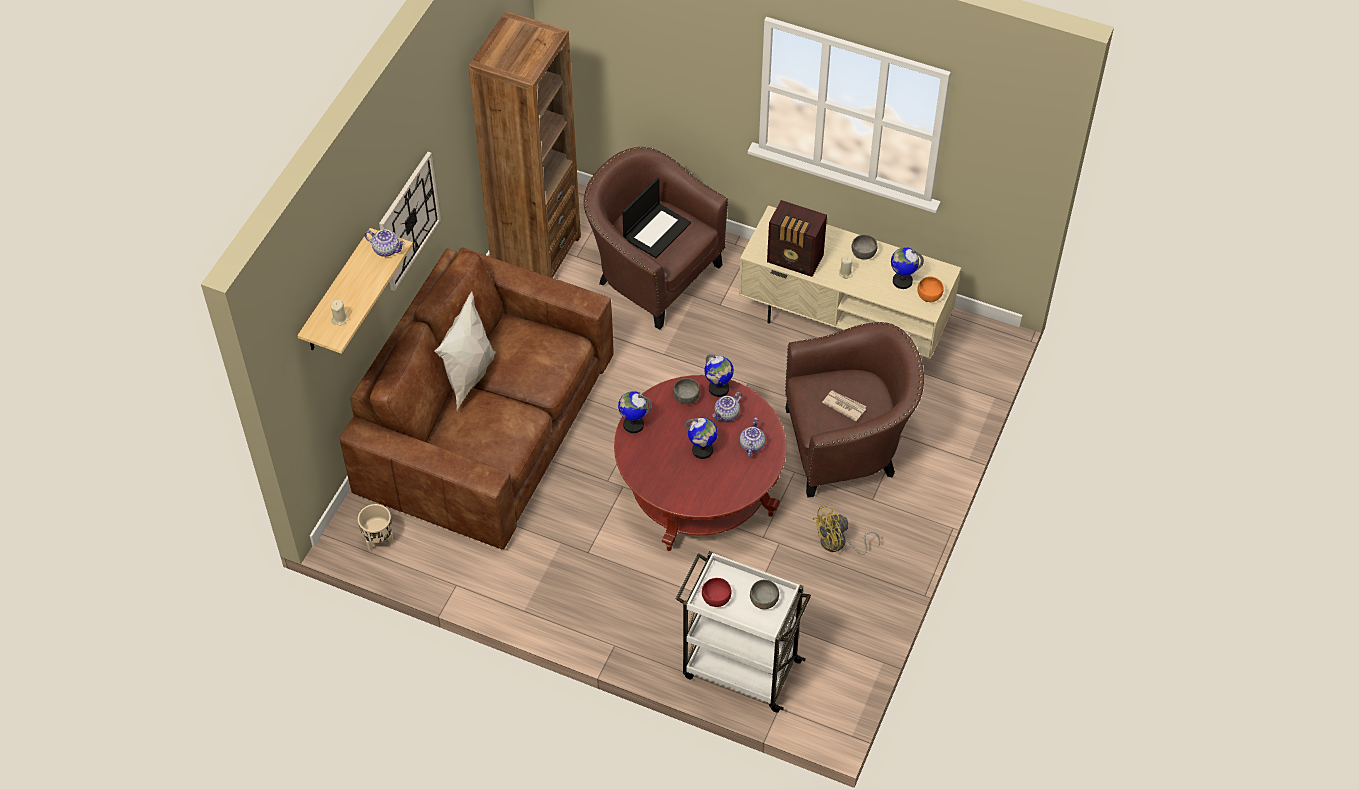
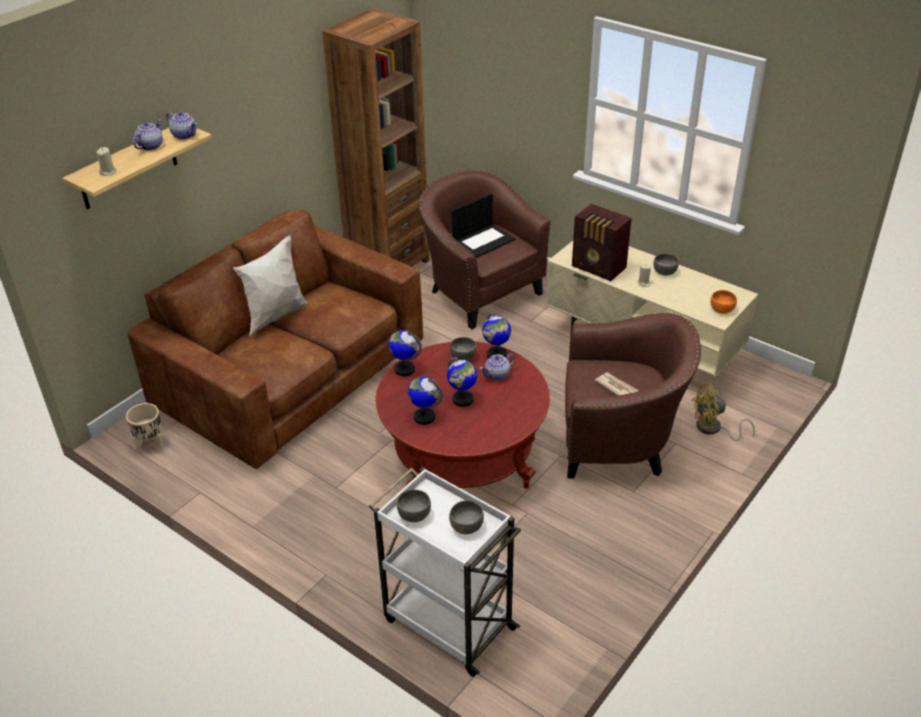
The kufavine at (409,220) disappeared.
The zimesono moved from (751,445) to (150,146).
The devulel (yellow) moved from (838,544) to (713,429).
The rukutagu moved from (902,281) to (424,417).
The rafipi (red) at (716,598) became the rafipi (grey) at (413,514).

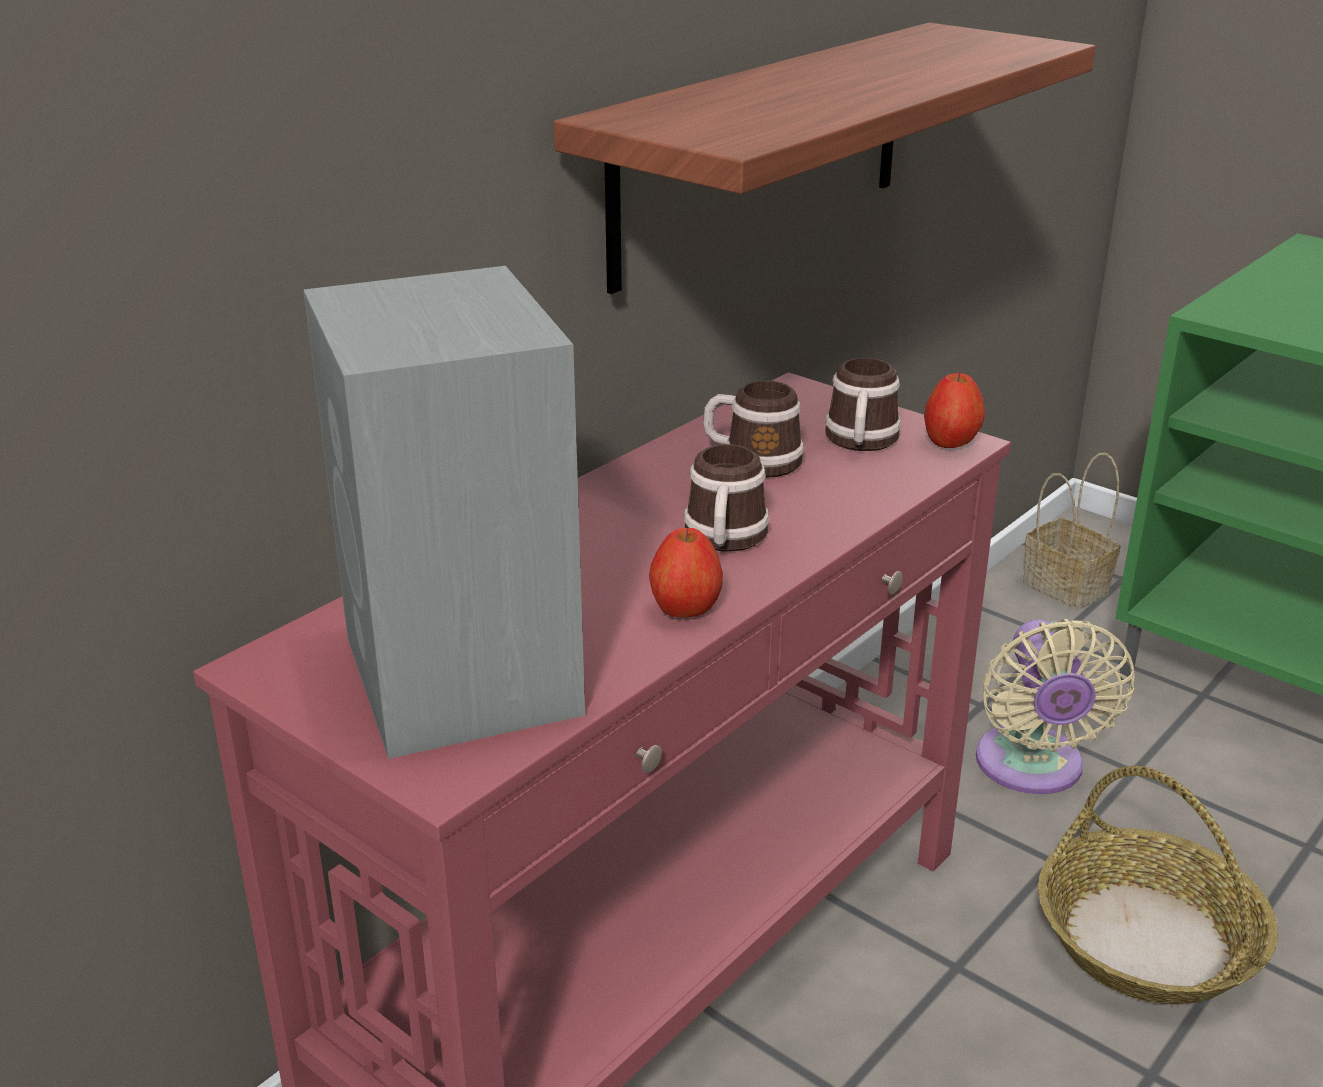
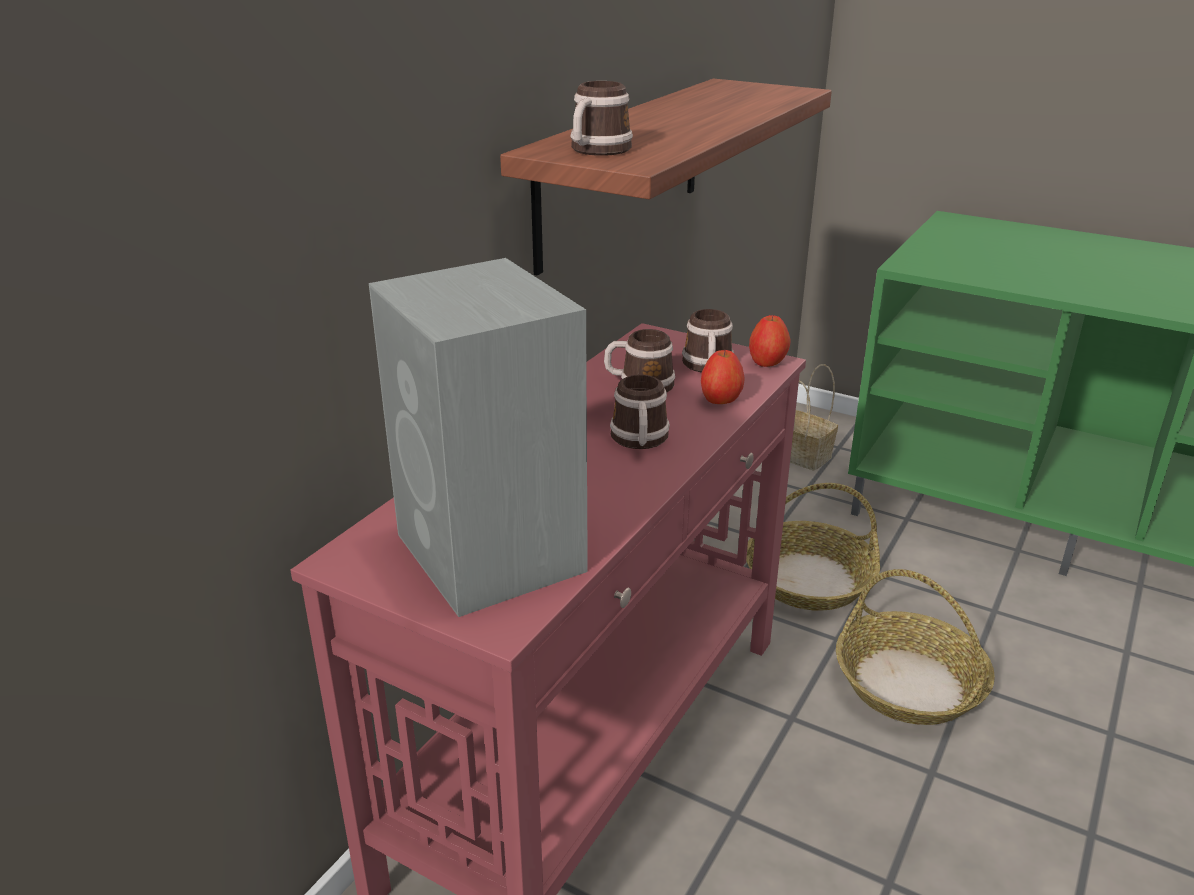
The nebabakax at (596,151) appeared.
The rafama moved from (685,611) to (720,401).
The devulel (beige) at (1031,769) was replaced by the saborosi at (809,579).

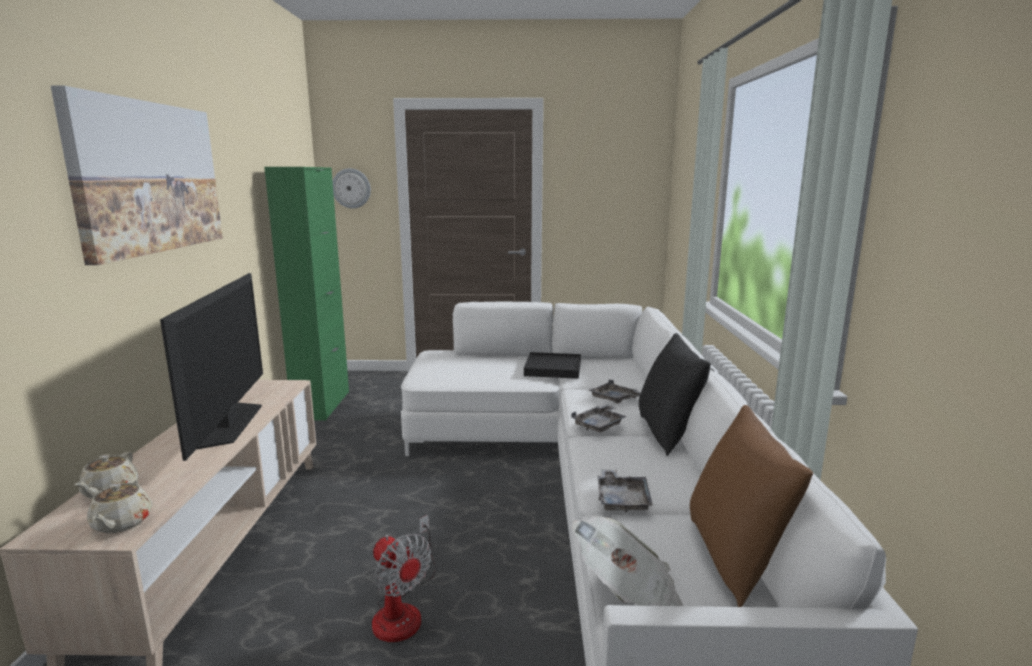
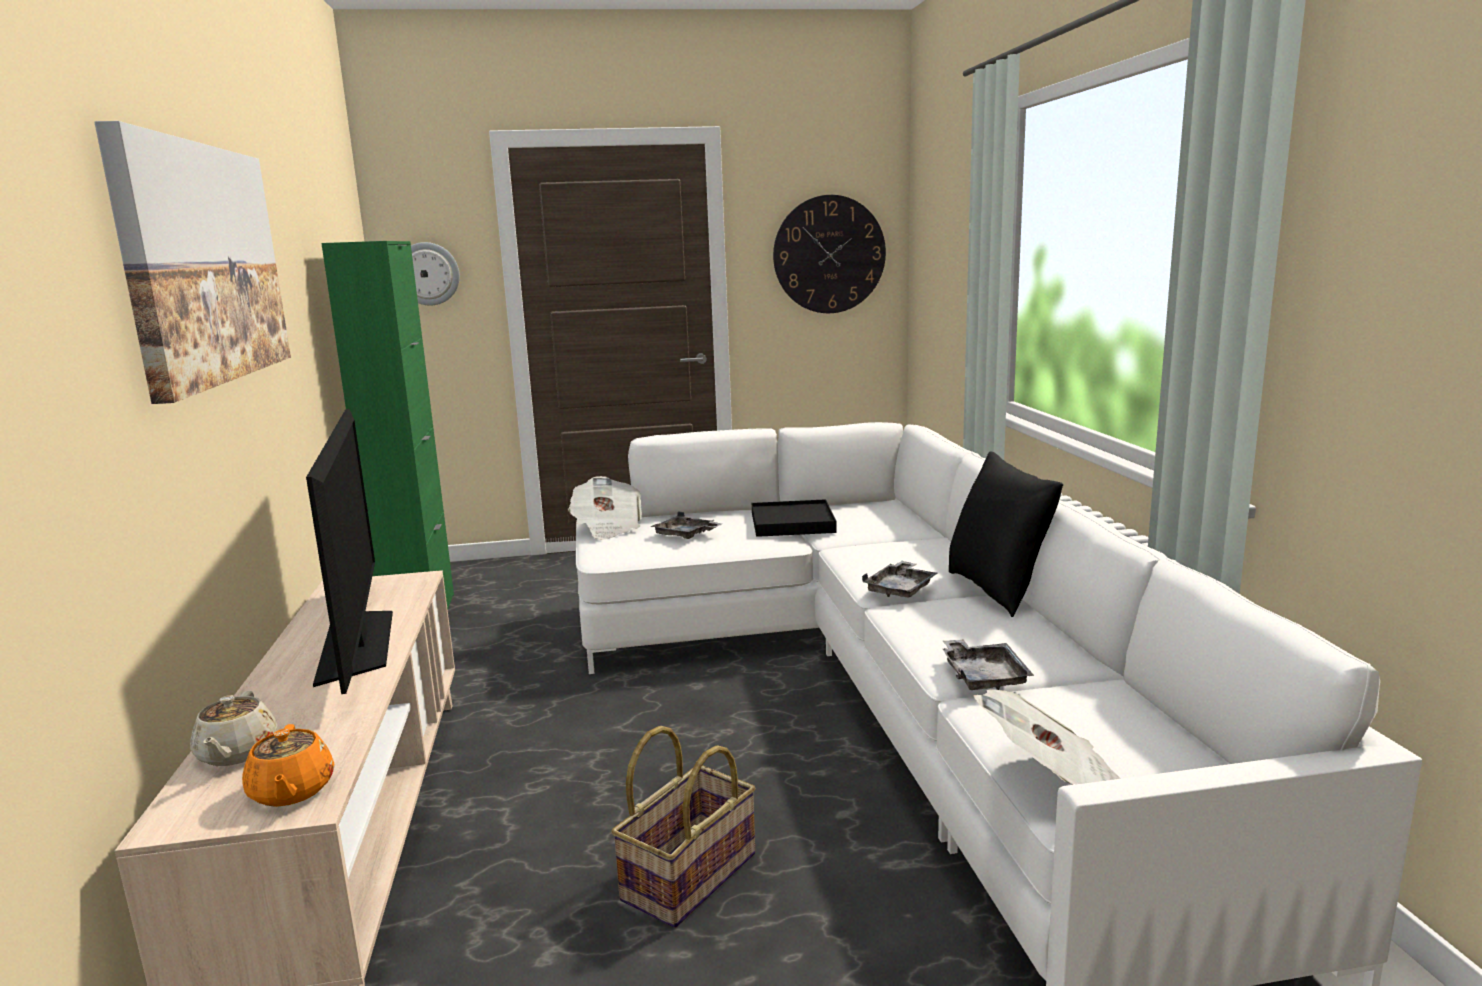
The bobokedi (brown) at (735,558) disappeared.
The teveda at (607,528) appeared.
The kufavine at (829,254) appeared.
The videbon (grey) moved from (614,399) to (686,535).
The devulel at (403,610) was replaced by the saborosi at (688,875).
The zimesono (beige) at (121,523) became the zimesono (orange) at (291,791).

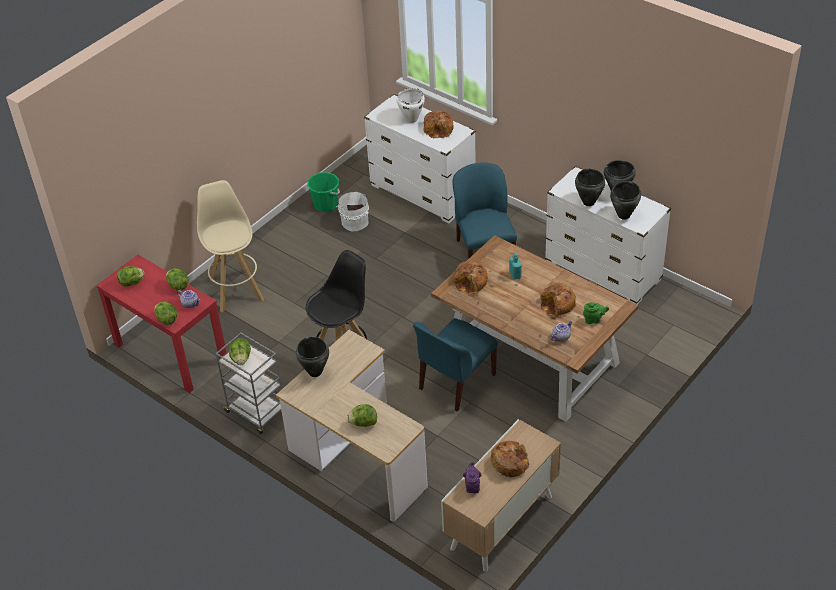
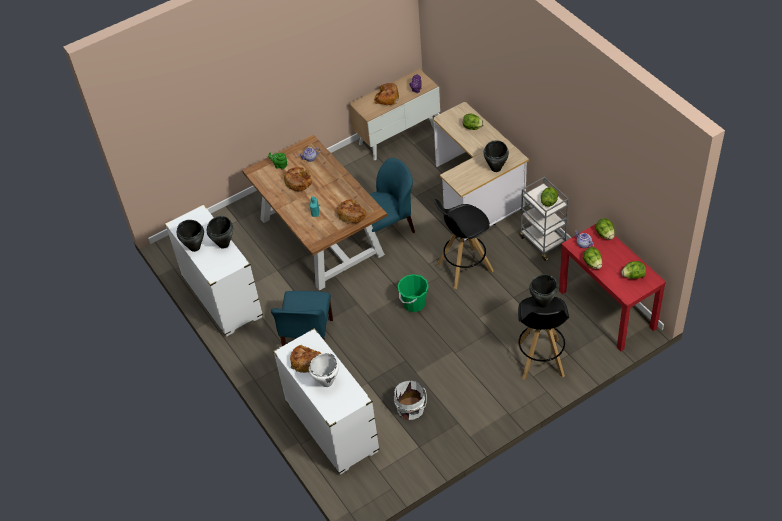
The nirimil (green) moved from (326,205) to (414,304).
The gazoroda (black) moved from (624,215) to (542,303).
The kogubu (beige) at (236,289) became the kogubu (black) at (540,359).

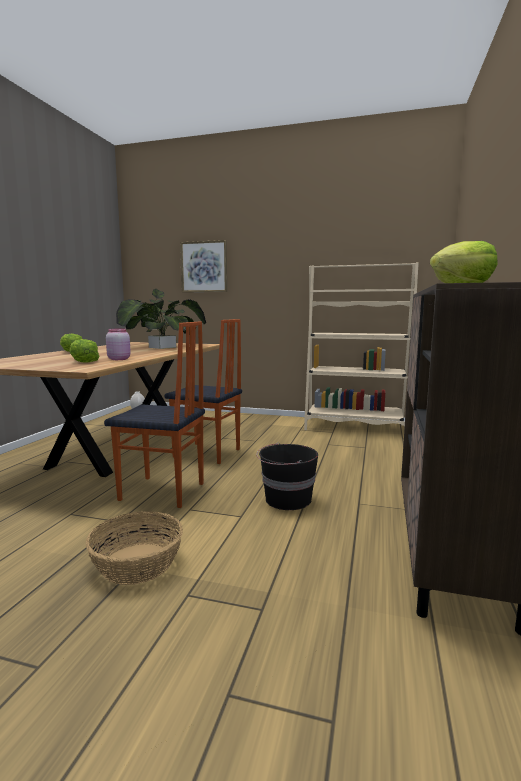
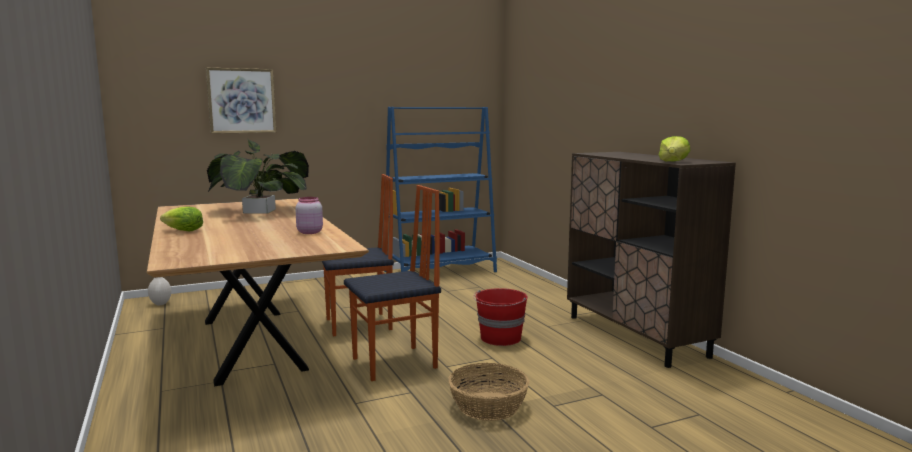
The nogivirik at (83,361) disappeared.
The nirimil (black) at (287,500) became the nirimil (red) at (500,338).
The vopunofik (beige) at (355,427) became the vopunofik (blue) at (440,272).

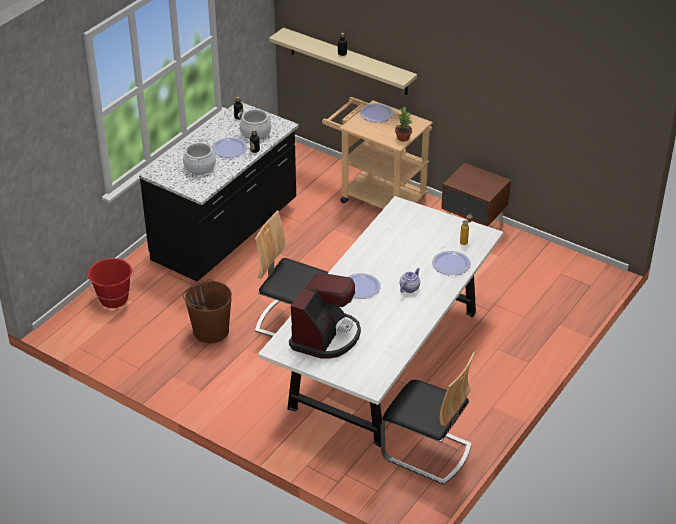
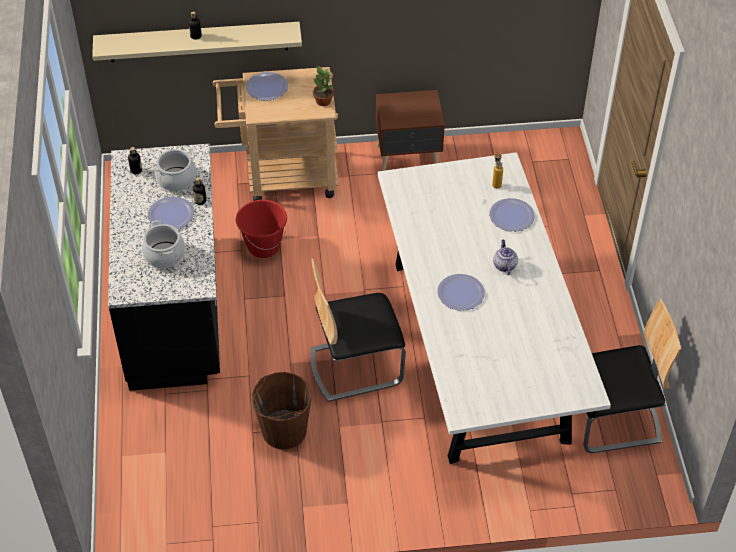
The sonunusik at (326,336) disappeared.
The nirimil (red) moved from (114,299) to (263,246).

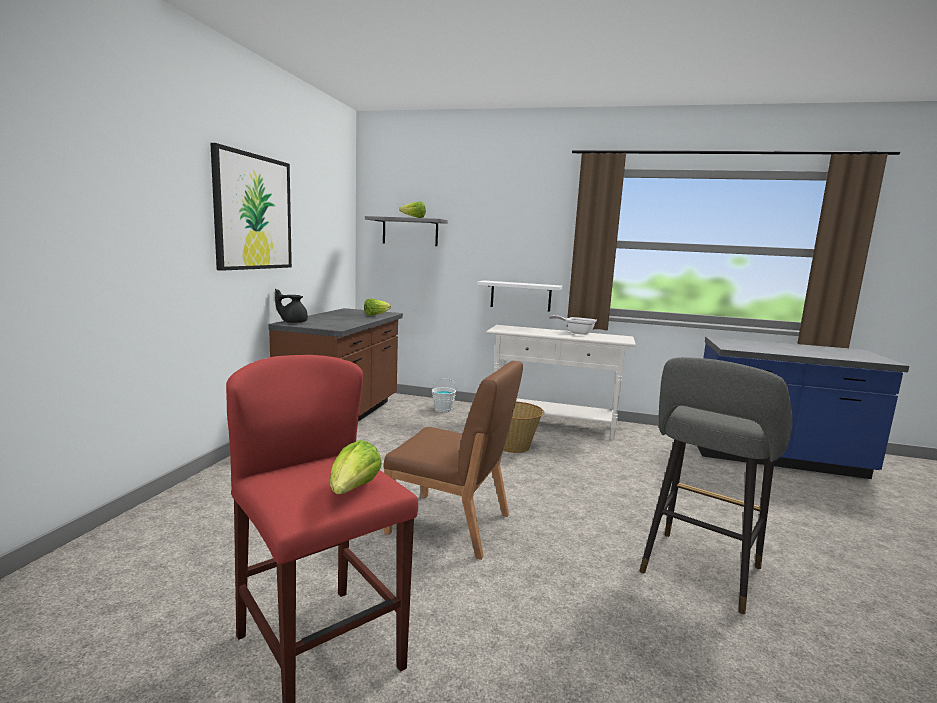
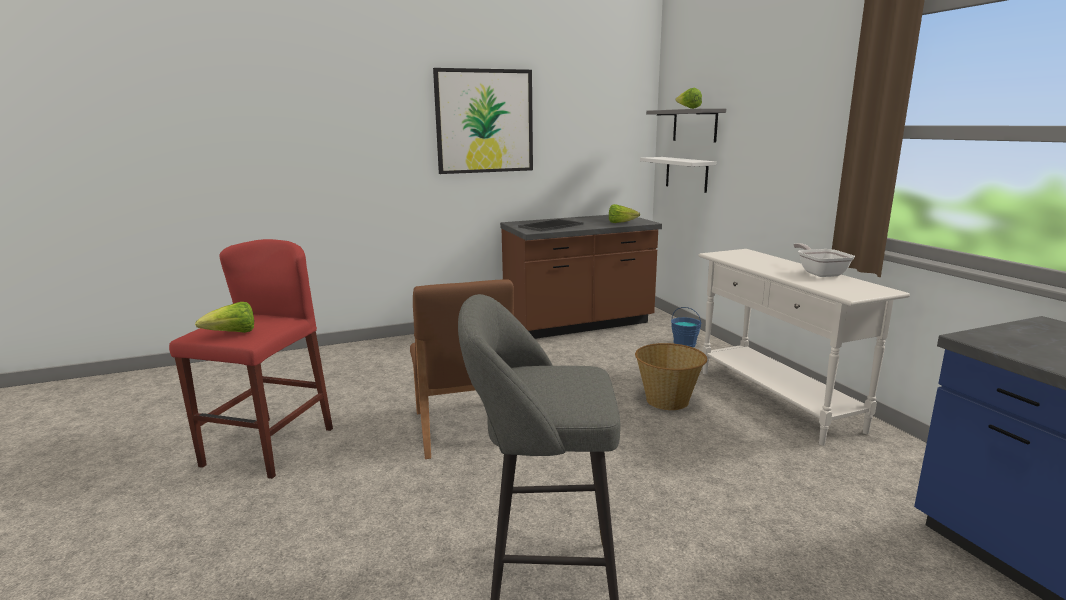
The zimesono (black) at (293,322) disappeared.
The videbon at (551,226) appeared.
The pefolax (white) moved from (520,296) to (686,174).
The nirimil (white) at (443,409) became the nirimil (blue) at (684,344).

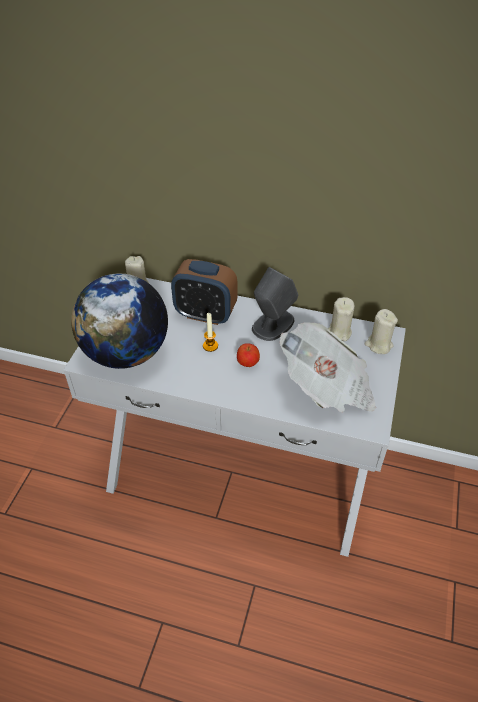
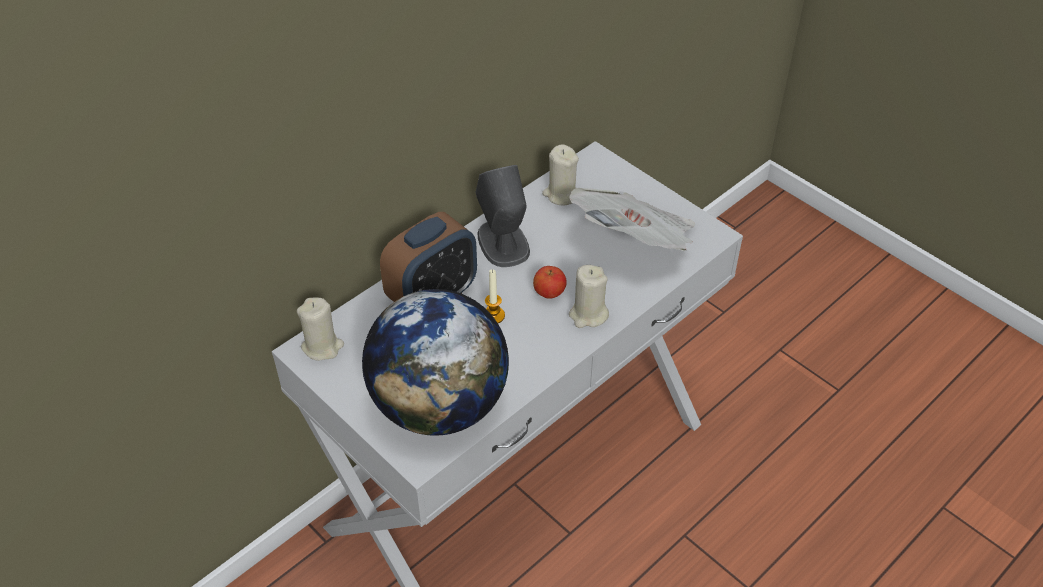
The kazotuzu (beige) moved from (378,345) to (588,315).

